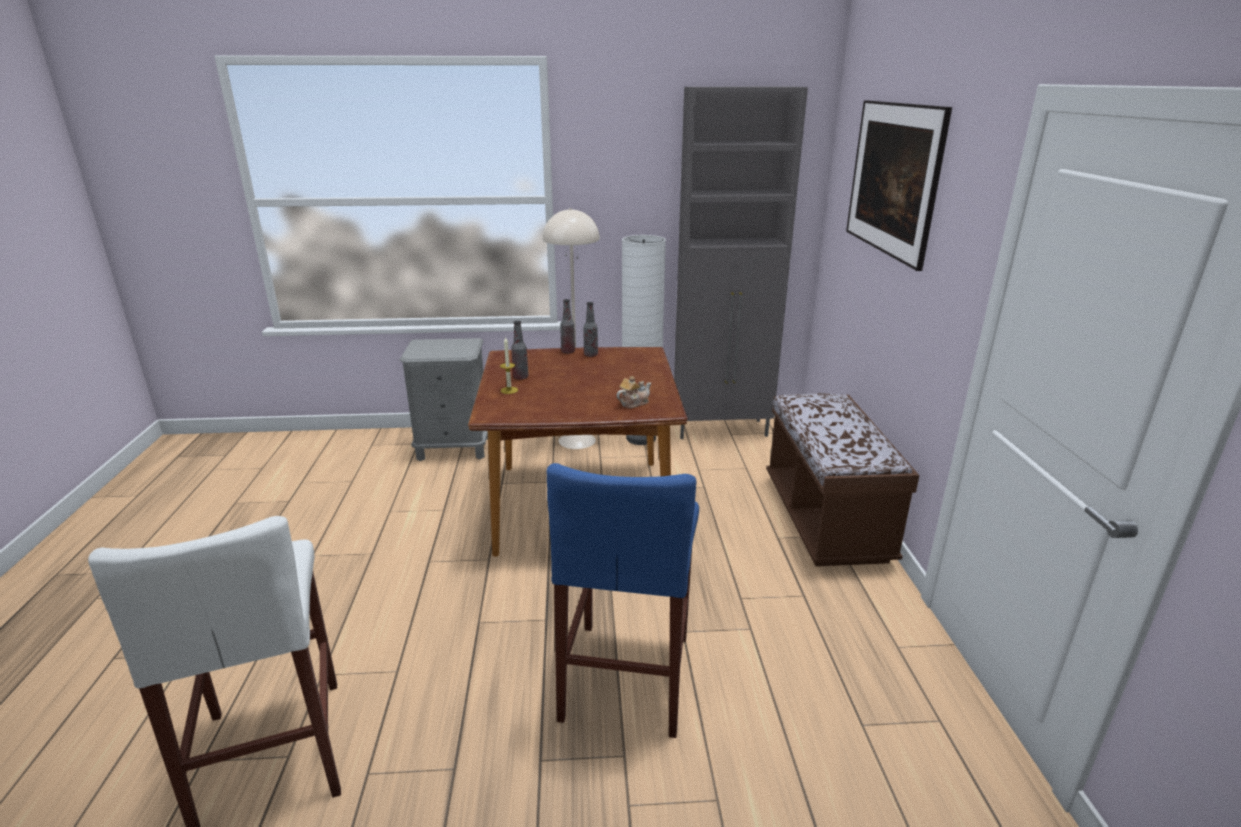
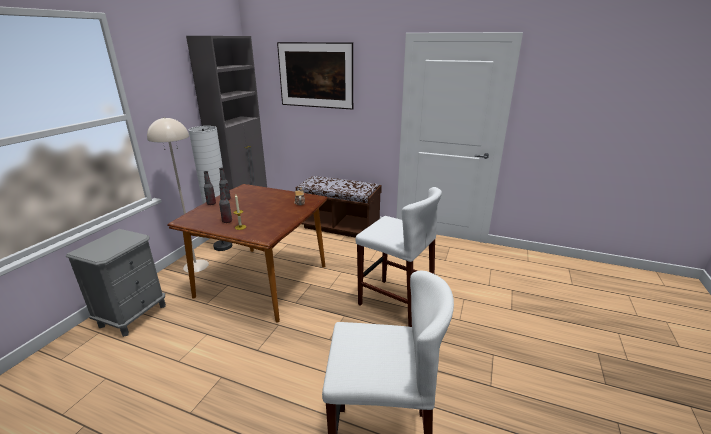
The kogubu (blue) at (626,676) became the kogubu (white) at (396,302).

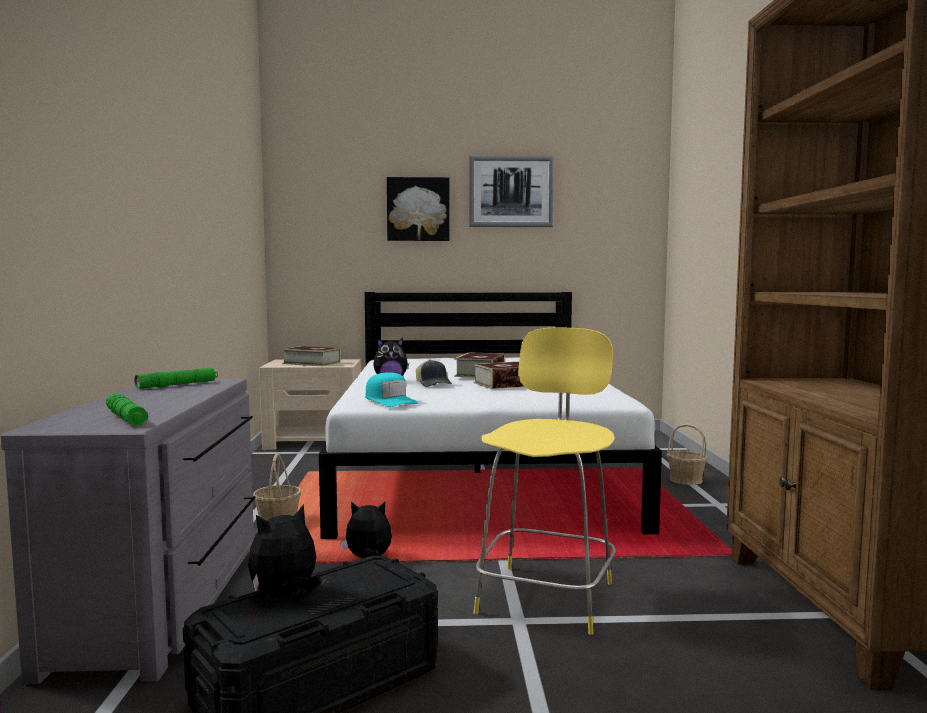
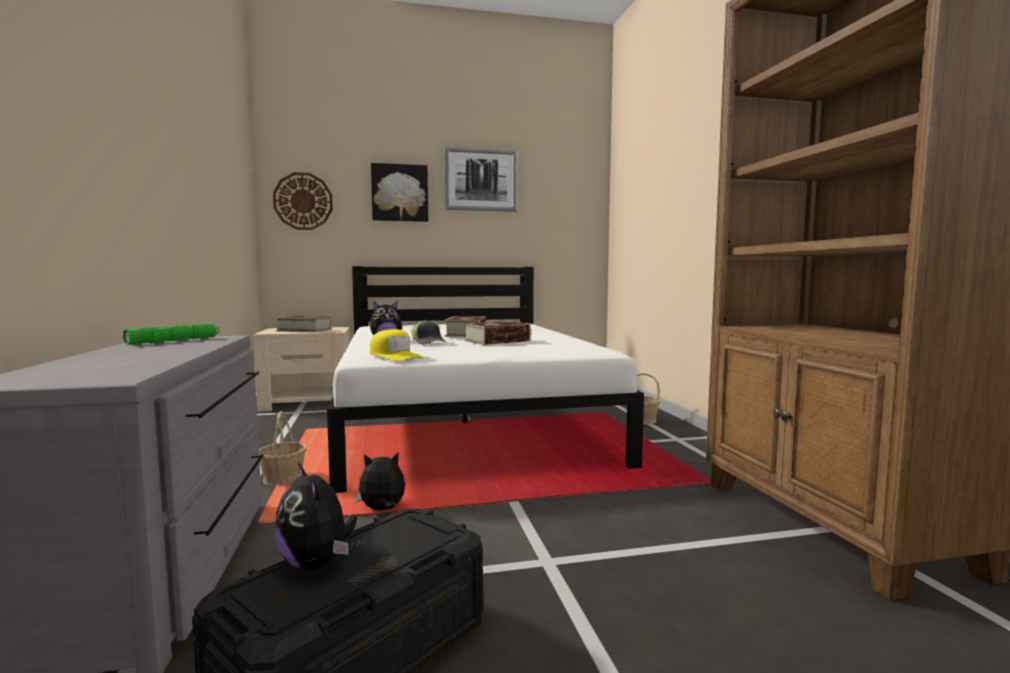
The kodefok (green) at (126,418) disappeared.
The kogubu (yellow) at (547,595) disappeared.
The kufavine at (303,201) appeared.
The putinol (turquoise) at (390,401) became the putinol (yellow) at (394,356).
The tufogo at (285,595) turned 75 degrees counterclockwise.

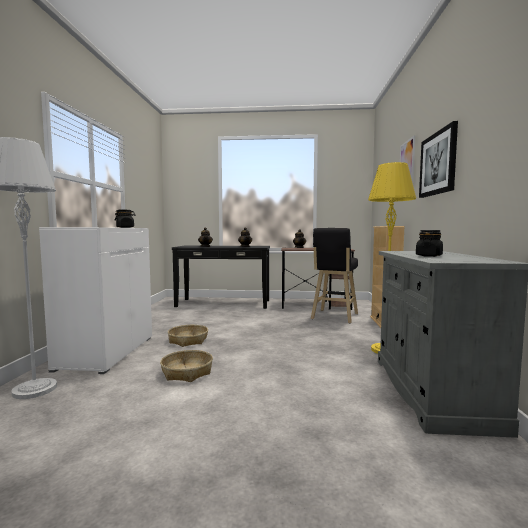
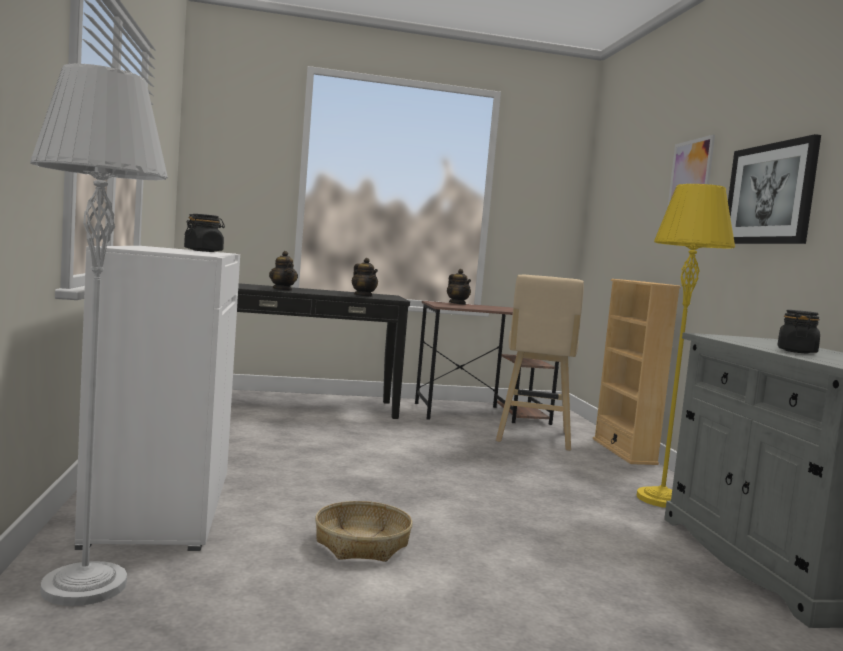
The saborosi at (188,340) disappeared.
The kogubu (black) at (334,317) became the kogubu (beige) at (533,438).

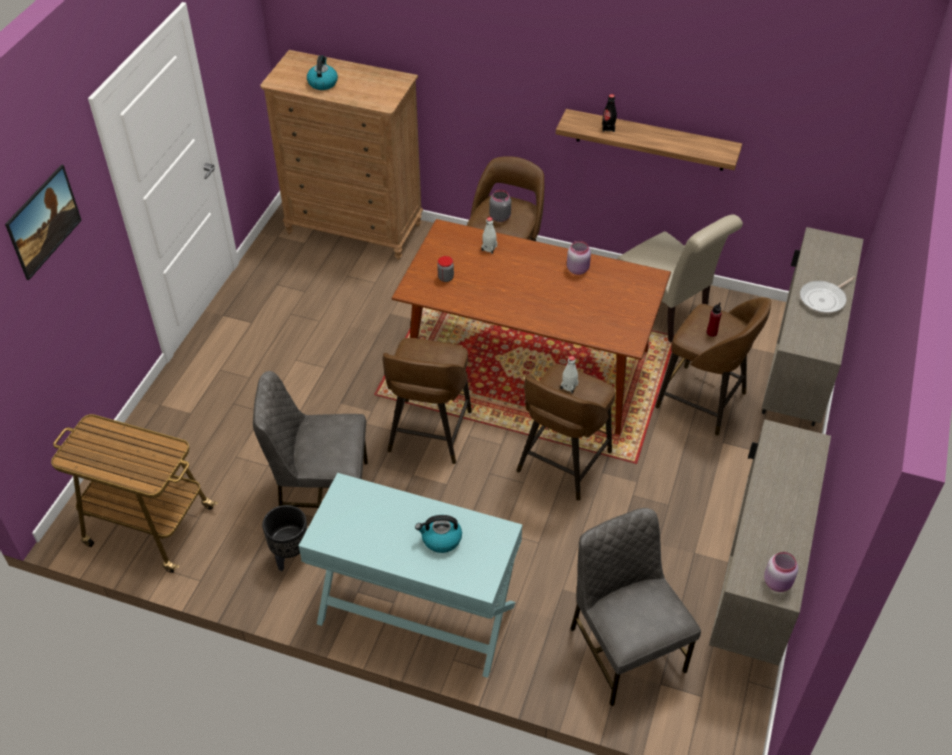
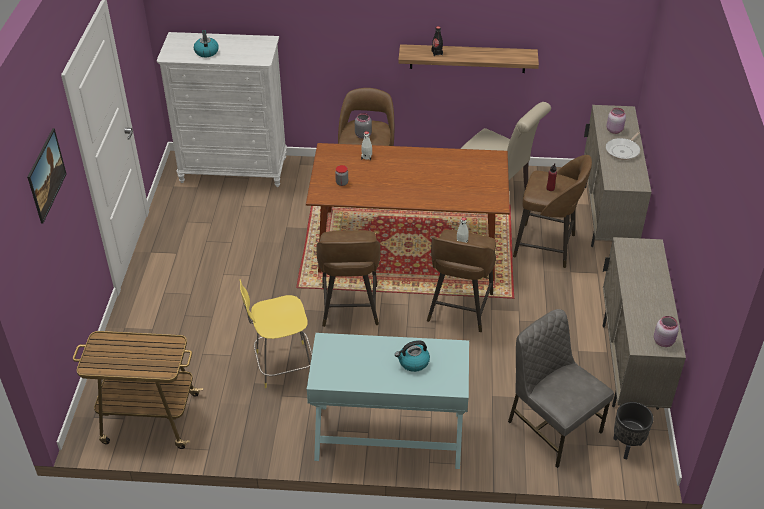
The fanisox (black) moved from (291,557) to (626,447).
The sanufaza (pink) moved from (578,269) to (614,130).
The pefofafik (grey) at (322,492) was replaced by the kogubu (yellow) at (282,365).
The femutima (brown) at (354,228) became the femutima (white) at (234,170).

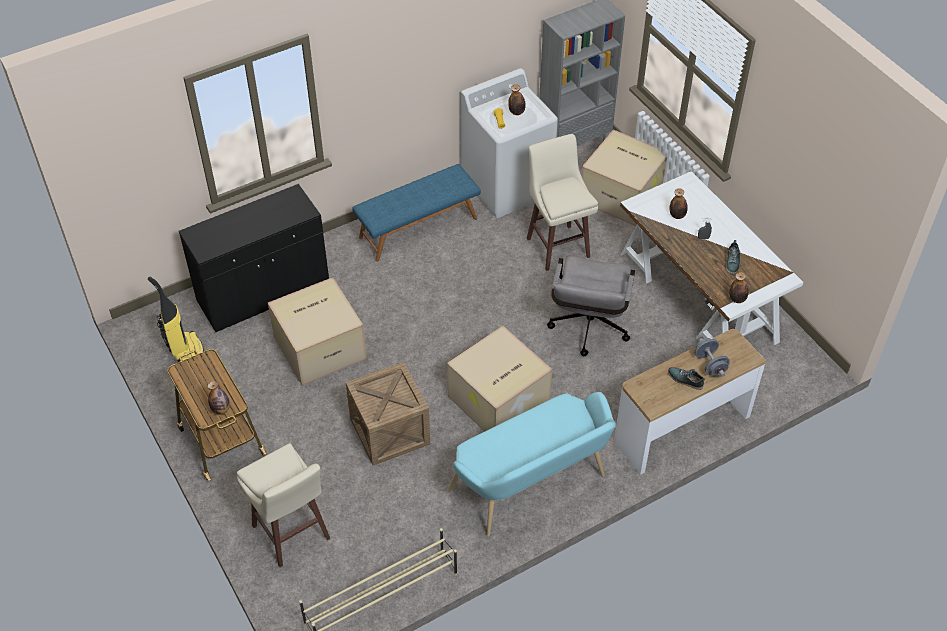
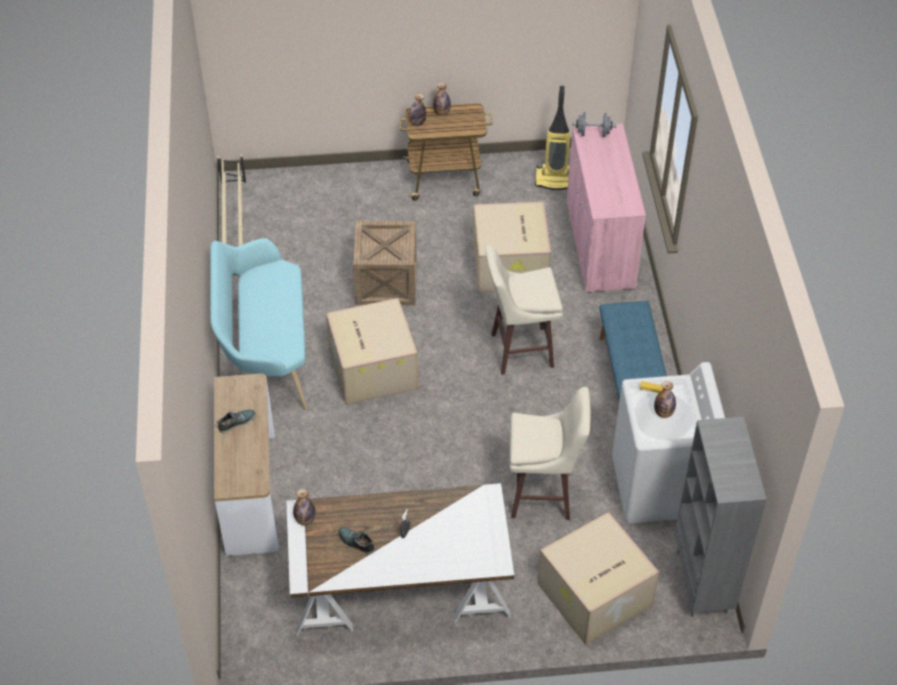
The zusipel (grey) at (588,330) disappeared.
The kogubu (beige) moved from (291,534) to (519,350).
The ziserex moved from (677,215) to (441,112).
The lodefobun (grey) moved from (710,365) to (593,133).
The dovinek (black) at (263,293) became the dovinek (pink) at (599,245).

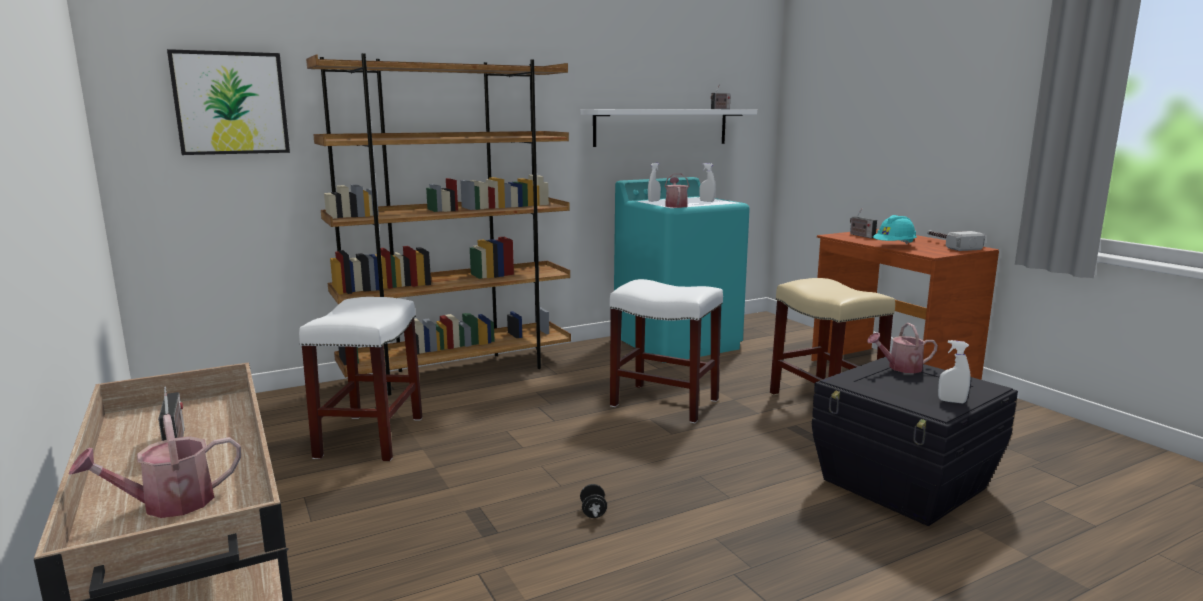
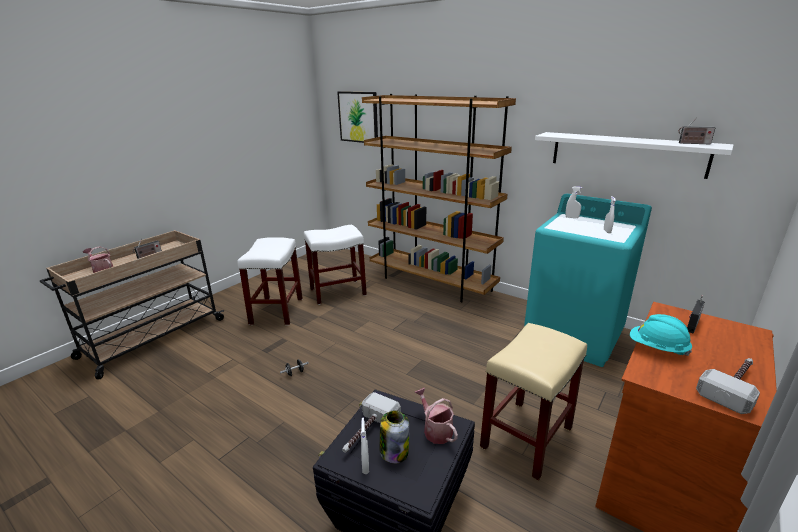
The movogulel at (676,205) disappeared.
The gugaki at (367,432) appeared.
The sanufaza at (394,451) appeared.
The kogubu (white) moved from (666,403) to (277,311).

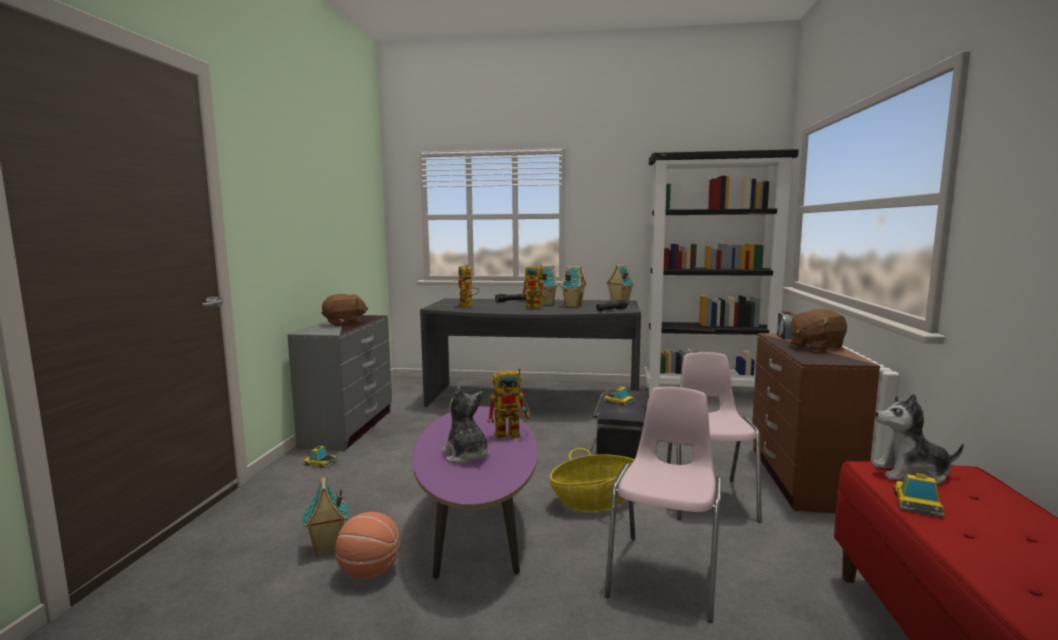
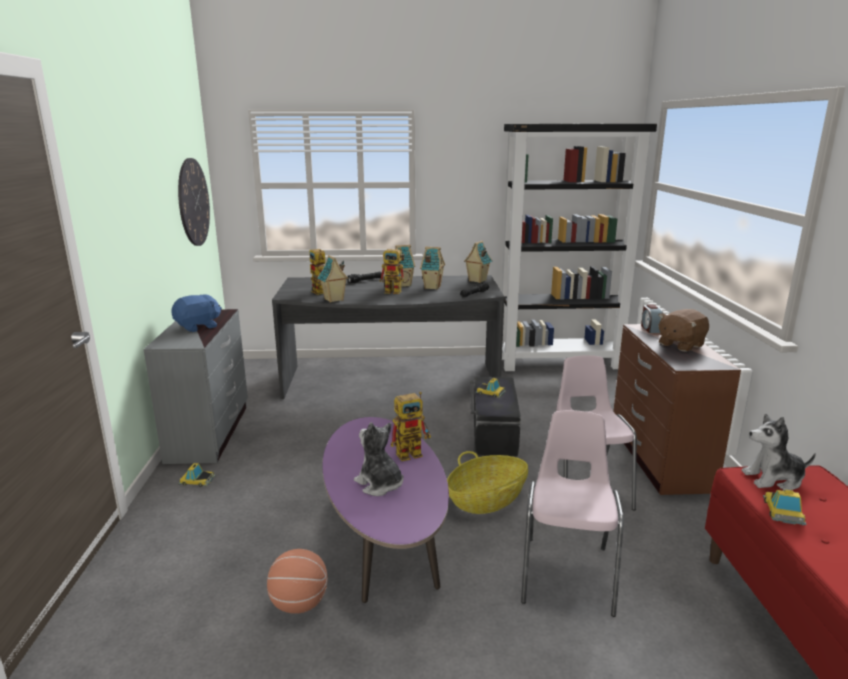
The kufavine at (193,202) appeared.
The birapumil moved from (327,548) to (334,300).
The tufogo (brown) at (344,323) became the tufogo (blue) at (198,327).

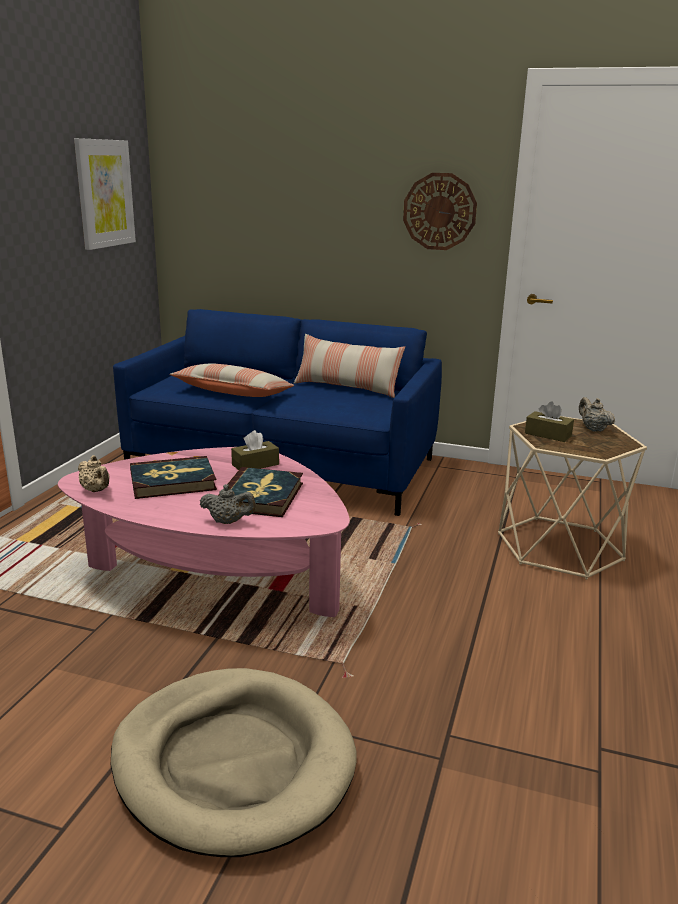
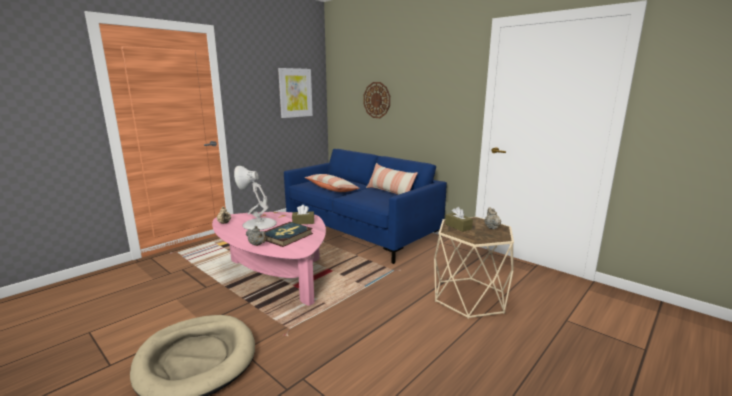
The kufavine moved from (439,211) to (377,100).
The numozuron at (172,481) was replaced by the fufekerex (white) at (258,224).

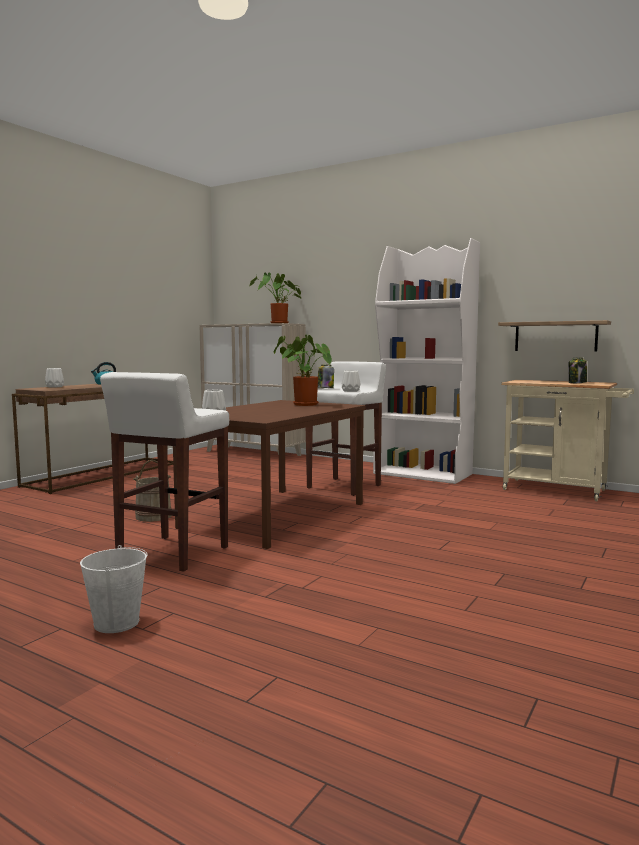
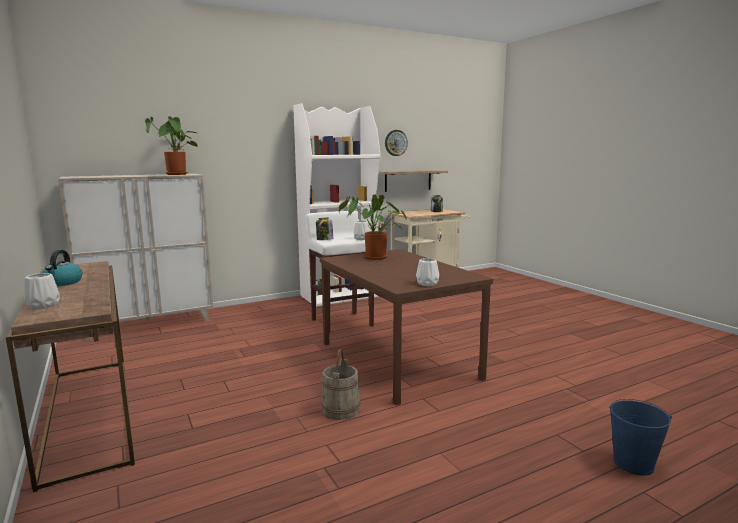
The kogubu (white) at (172,554) disappeared.
The kufavine at (395,143) appeared.
The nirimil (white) at (116,623) became the nirimil (blue) at (633,464).

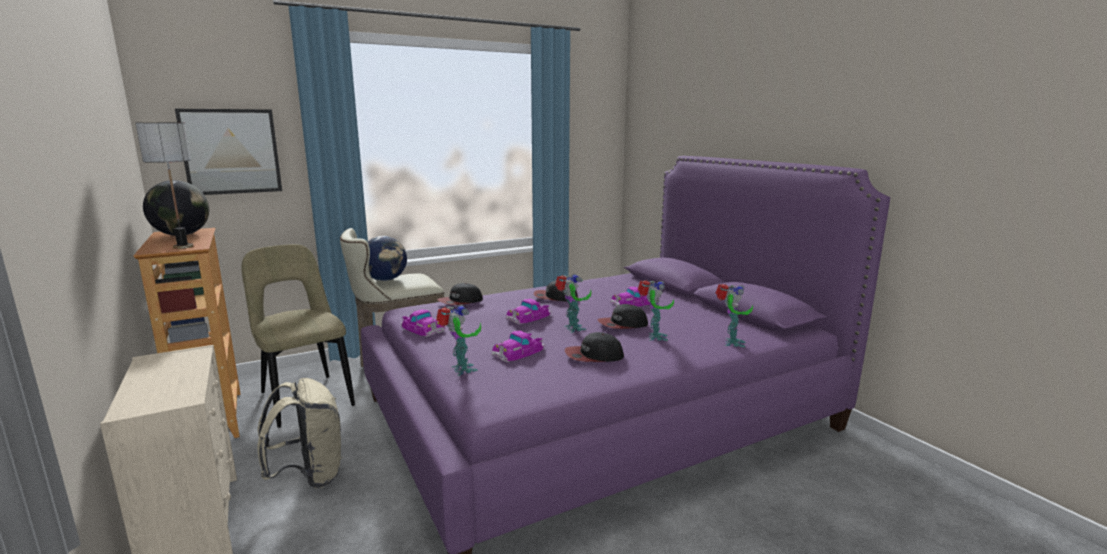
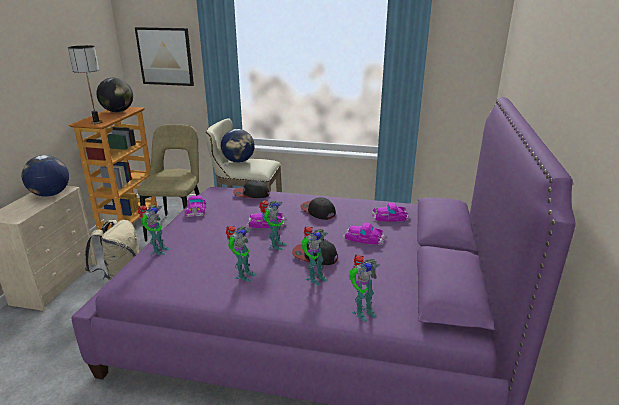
The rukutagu at (50,194) appeared.
The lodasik moved from (518,352) to (389,217).
The putinol at (593,356) was replaced by the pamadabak at (242,275).

